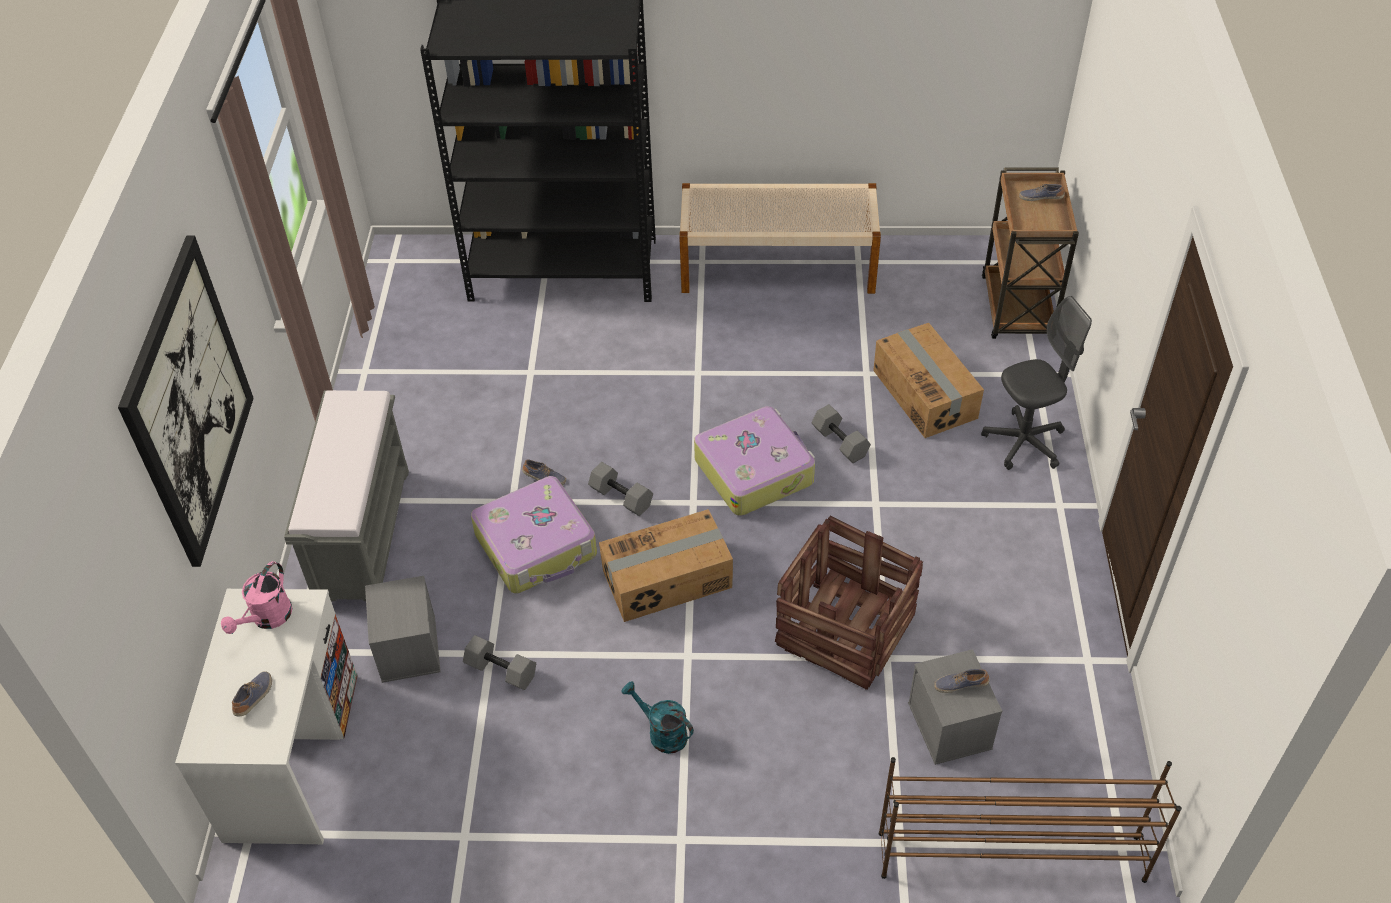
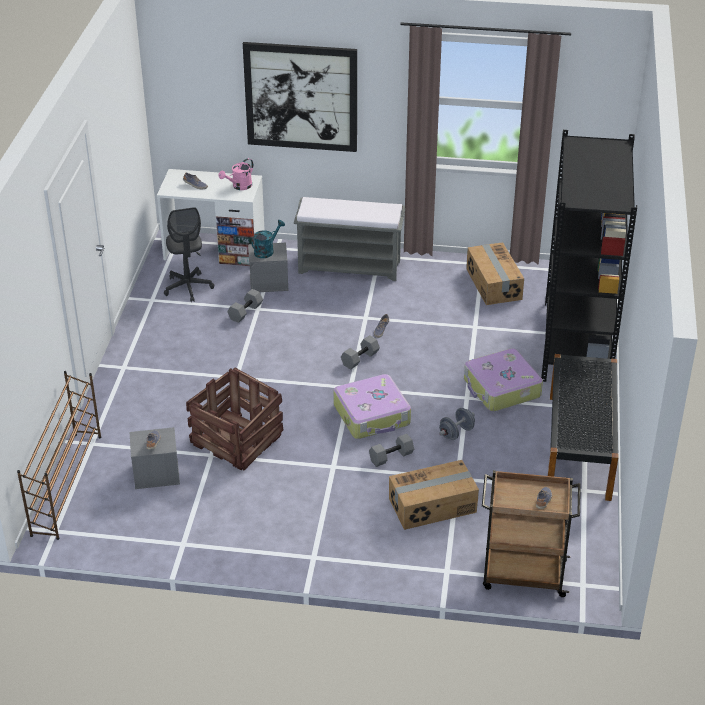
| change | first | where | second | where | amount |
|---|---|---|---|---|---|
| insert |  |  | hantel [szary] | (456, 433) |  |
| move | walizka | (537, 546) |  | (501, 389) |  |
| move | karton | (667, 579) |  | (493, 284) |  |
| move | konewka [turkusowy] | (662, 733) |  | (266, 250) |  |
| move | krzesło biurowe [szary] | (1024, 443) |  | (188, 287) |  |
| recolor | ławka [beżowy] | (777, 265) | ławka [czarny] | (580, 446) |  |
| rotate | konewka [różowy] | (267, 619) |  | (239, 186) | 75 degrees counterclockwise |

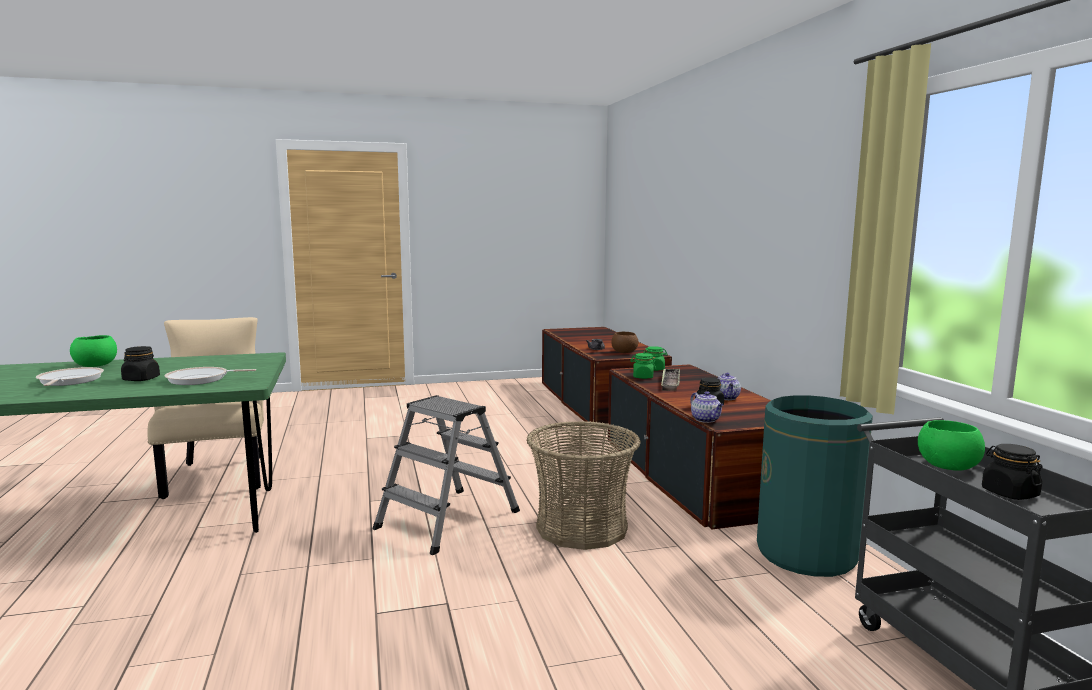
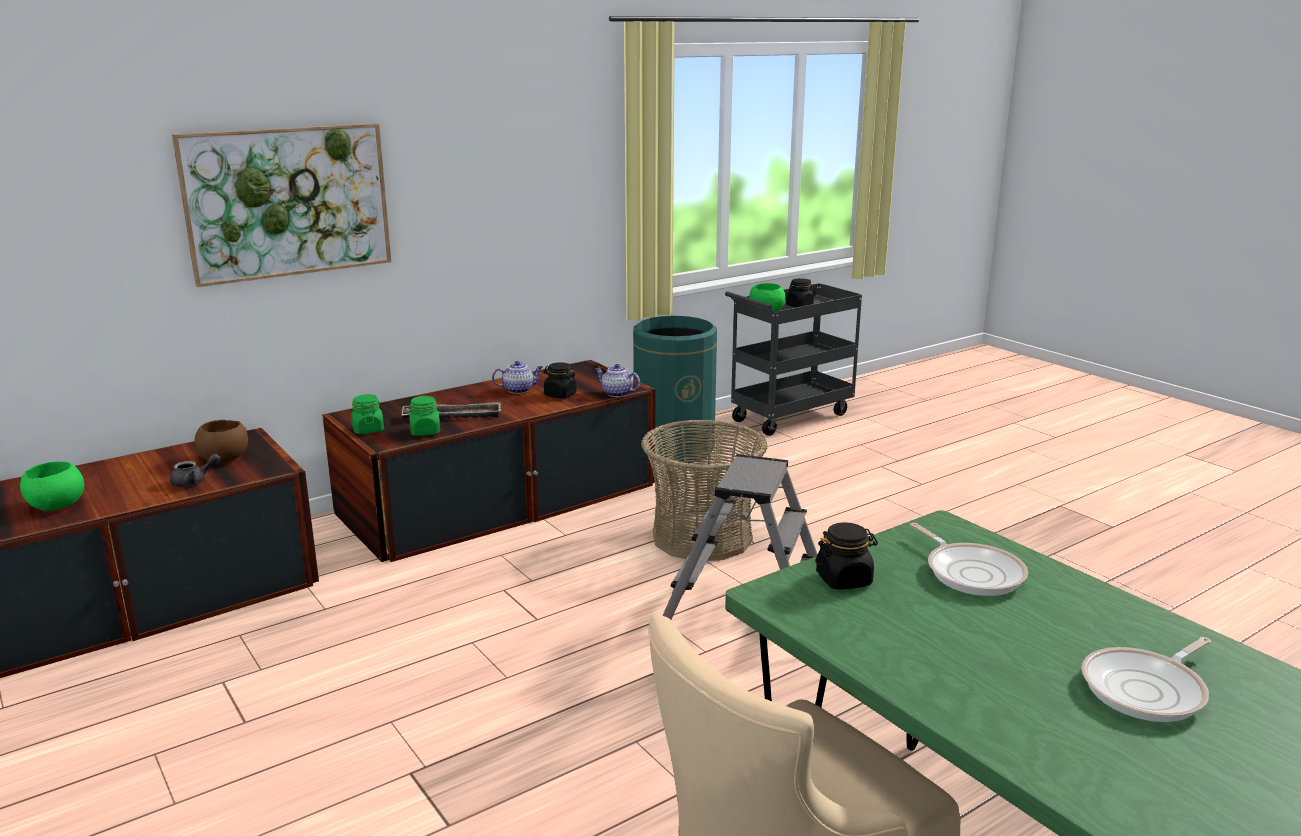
| change | first | where | second | where | amount |
|---|---|---|---|---|---|
| insert |  |  | obraz | (288, 202) |  |
| move | miska [zielony] | (96, 365) |  | (56, 505) |  |
| move | słoik [czarny] | (141, 379) |  | (844, 579) |  |
| rotate | imbryk | (706, 420) |  | (616, 393) | 105 degrees counterclockwise |

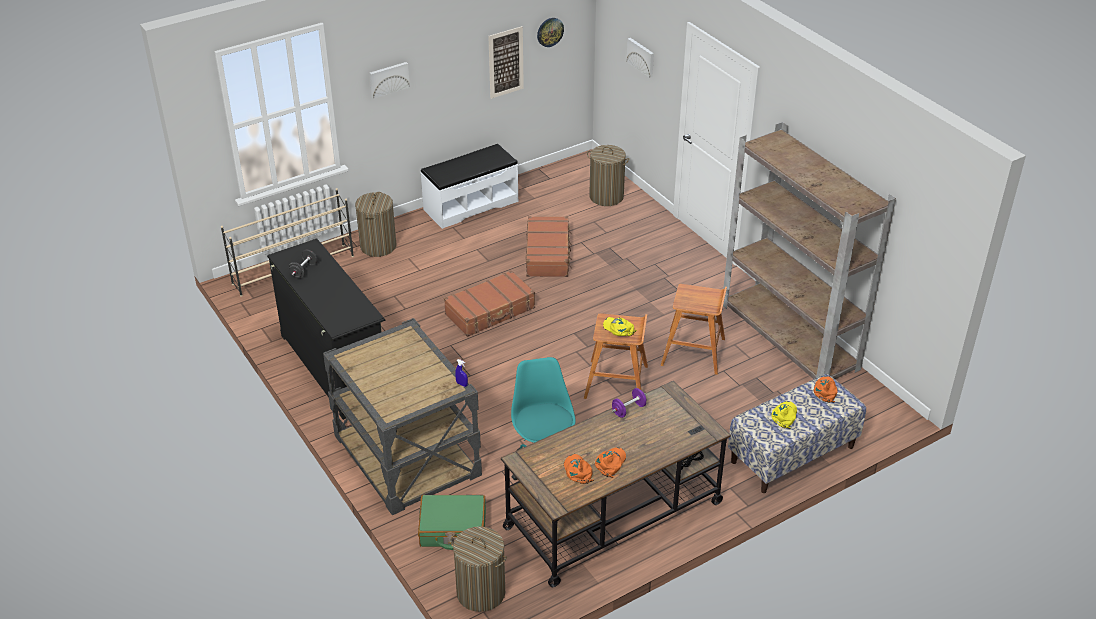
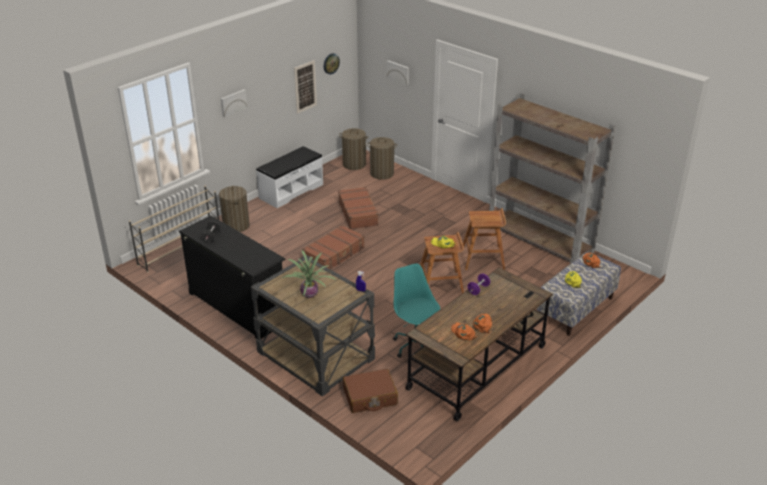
| change | first | where | second | where | amount |
|---|---|---|---|---|---|
| insert |  |  | roślina doniczkowa | (309, 295) |  |
| move | kosz na pranie | (480, 592) |  | (354, 164) |  |
| recolor | walizka [zielony] | (453, 529) | walizka [brązowy] | (370, 397) |  |

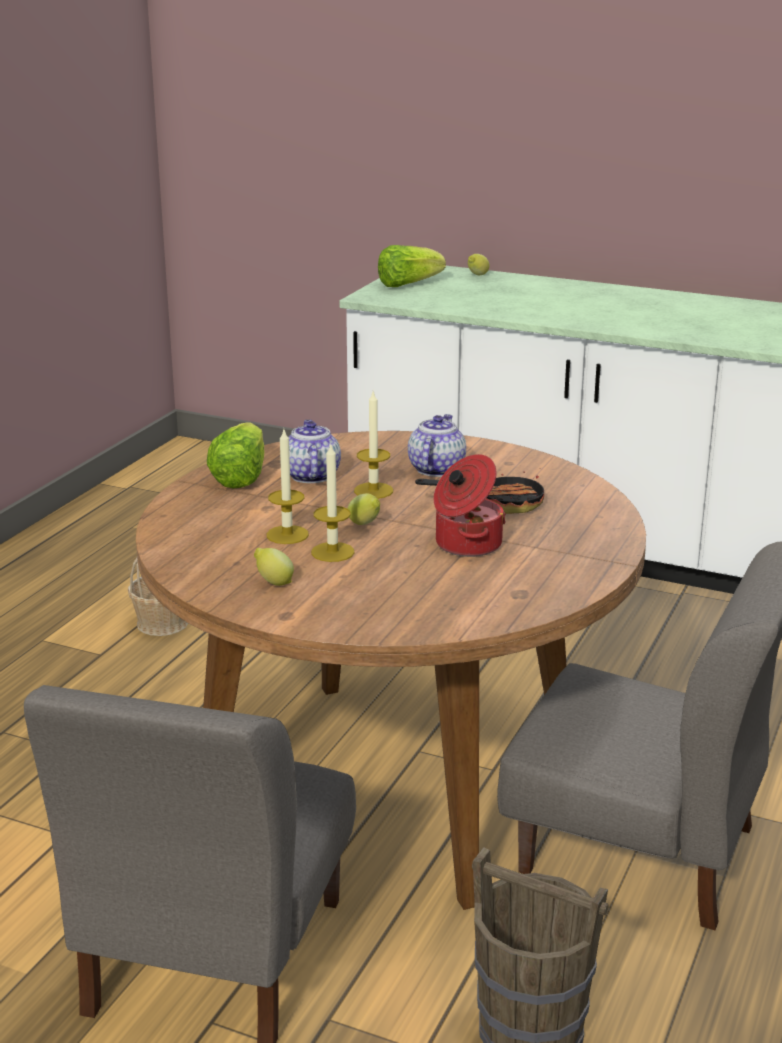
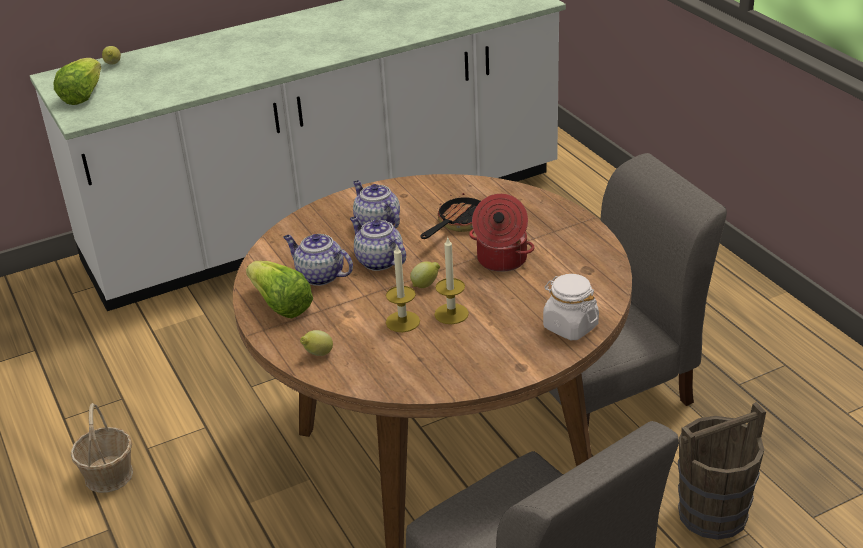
| change | first | where | second | where | amount |
|---|---|---|---|---|---|
| insert |  |  | słoik [biały] | (570, 326) |  |
| move | cytryna | (273, 582) |  | (318, 354) |  |
| replace | świeca | (373, 490) | imbryk | (378, 261) |  |

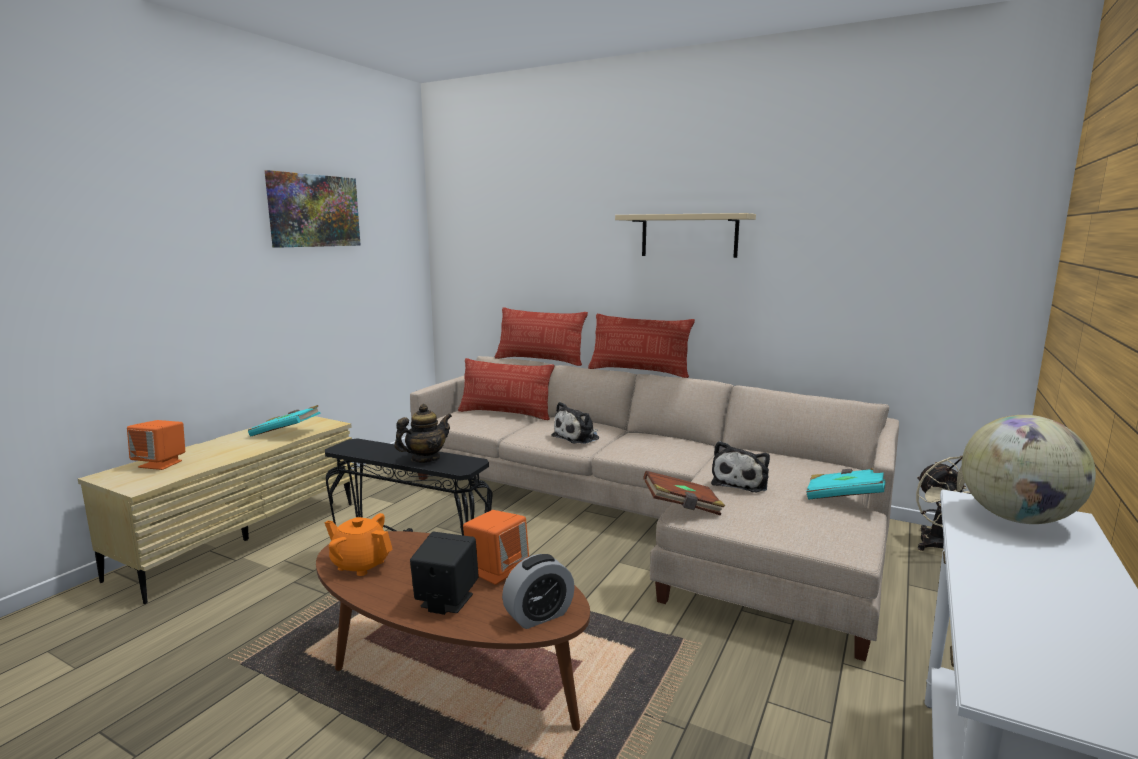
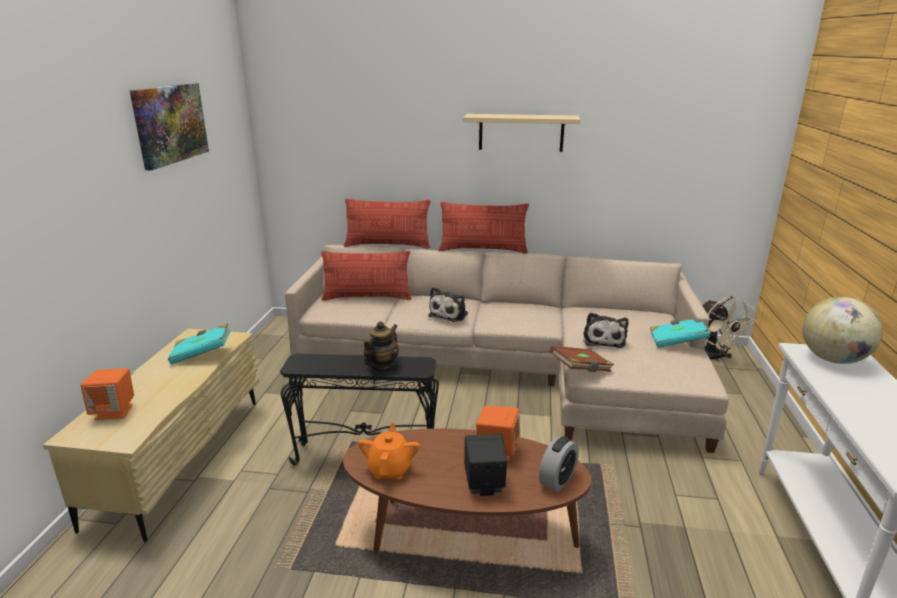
| change | first | where | second | where | amount |
|---|---|---|---|---|---|
| rotate | imbryk [pomarańczowy] | (360, 564) |  | (390, 469) | 90 degrees clockwise |

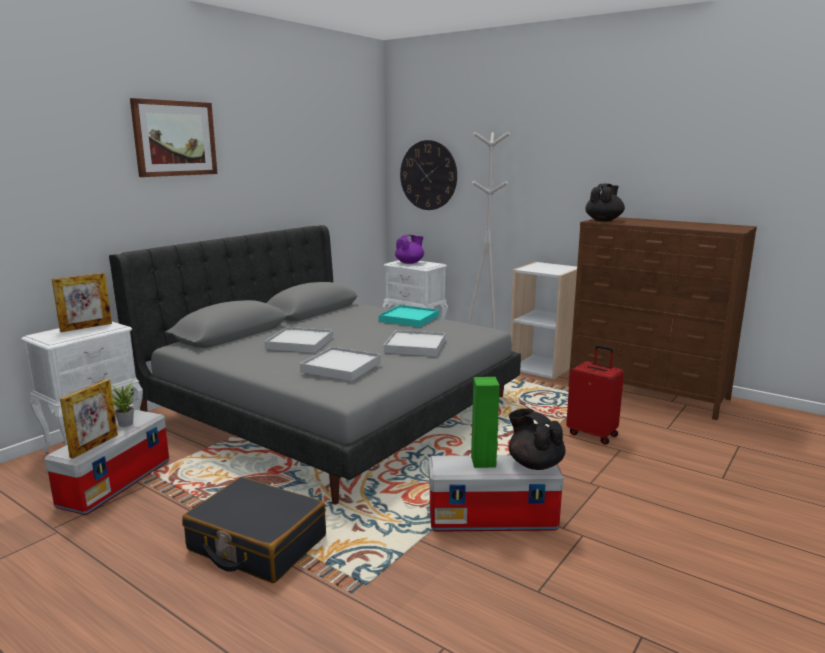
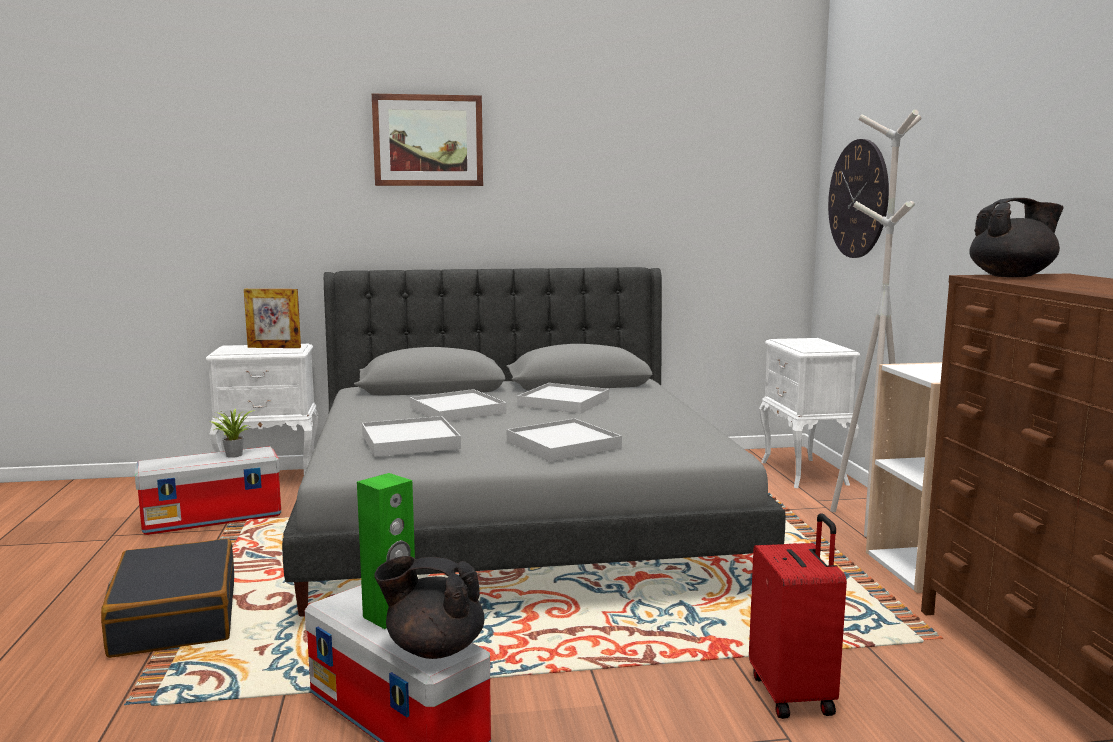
| change | first | where | second | where | amount |
|---|---|---|---|---|---|
| delete | ramka na zdjęcie | (94, 446) |  |  |  |
| delete | taca [turkusowy] | (409, 319) |  |  |  |
| delete | imbryk [fioletowy] | (410, 263) |  |  |  |
| insert |  |  | taca [biały] | (563, 402) |  |
| rotate | imbryk [czarny] | (534, 464) |  | (433, 648) | 90 degrees counterclockwise |

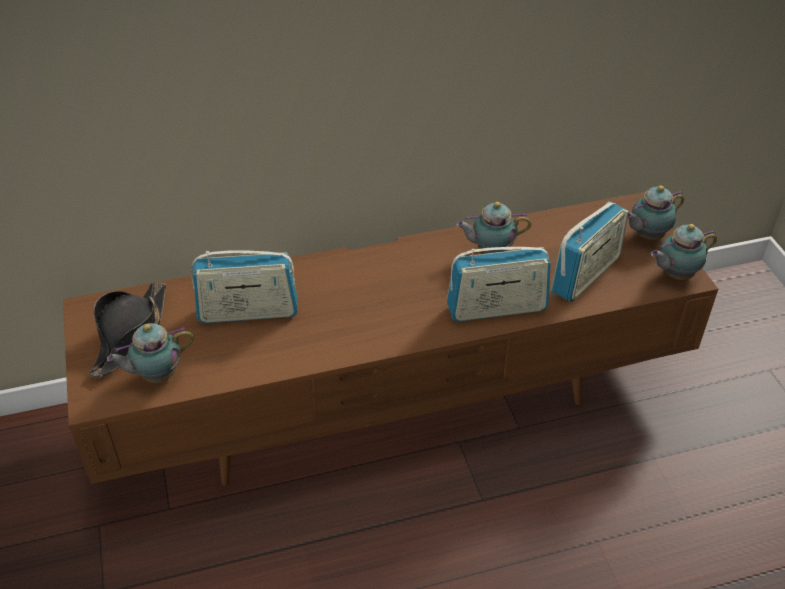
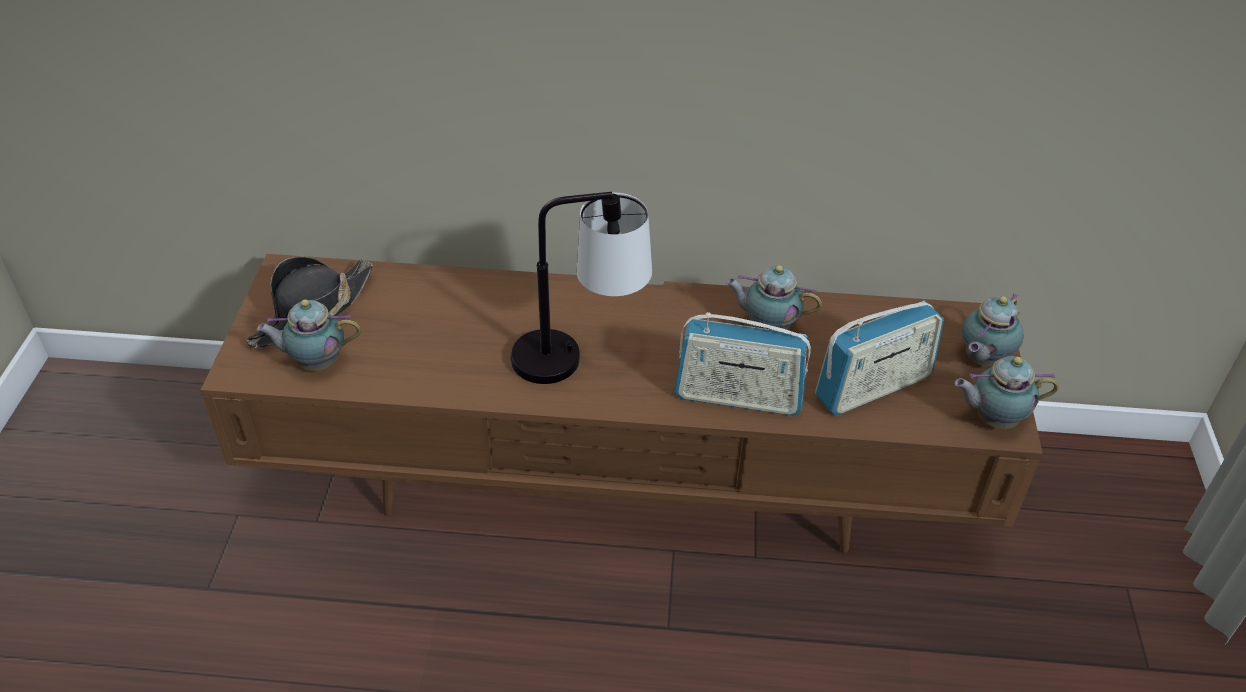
| change | first | where | second | where | amount |
|---|---|---|---|---|---|
| delete | radio | (248, 312) |  |  |  |
| insert |  |  | lampa stołowa | (579, 357) |  |
| rotate | imbryk | (647, 235) |  | (981, 360) | 45 degrees counterclockwise |

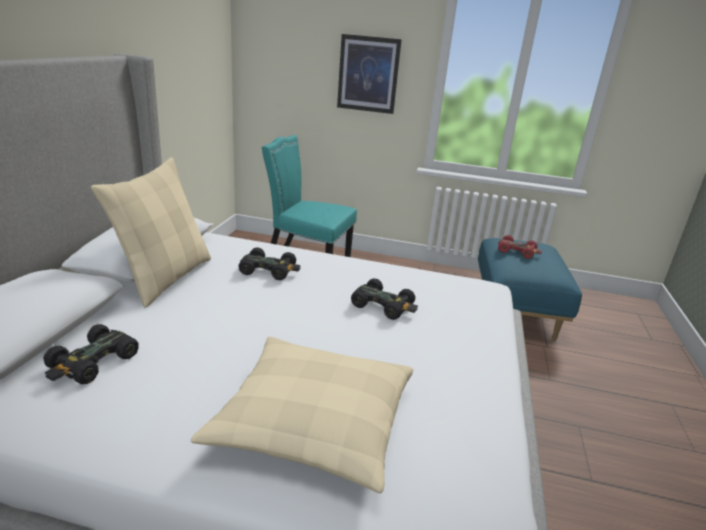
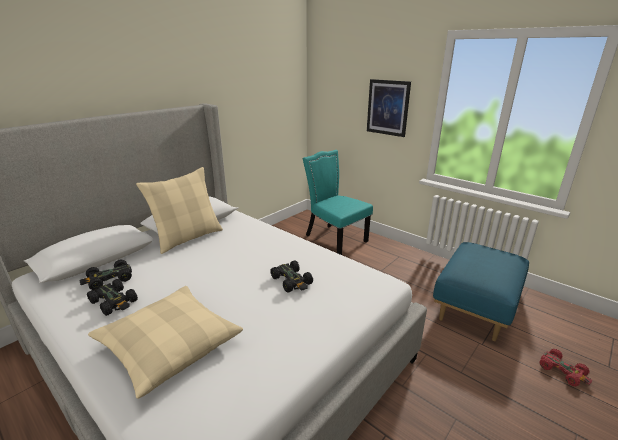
| change | first | where | second | where | amount |
|---|---|---|---|---|---|
| move | samochodzik [czarny] | (269, 270) |  | (114, 302) |  |
| move | samochodzik [czerwony] | (517, 252) |  | (563, 371) |  |

